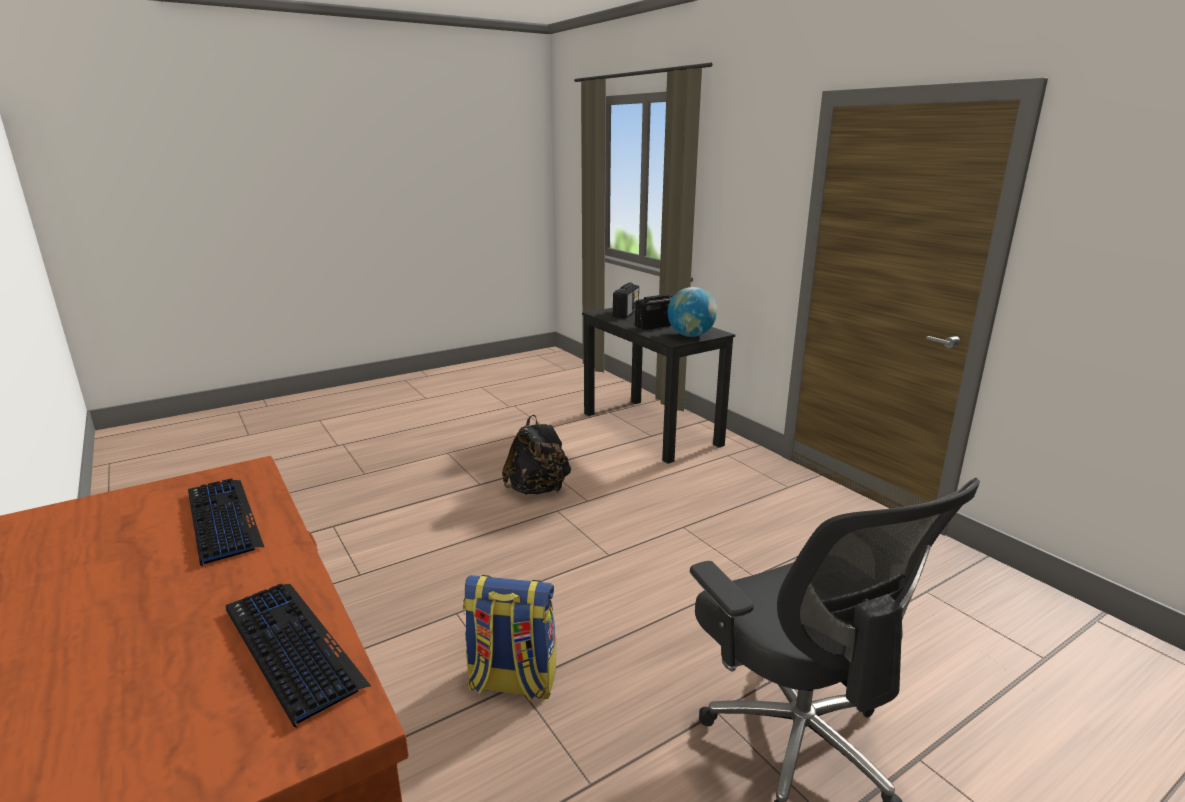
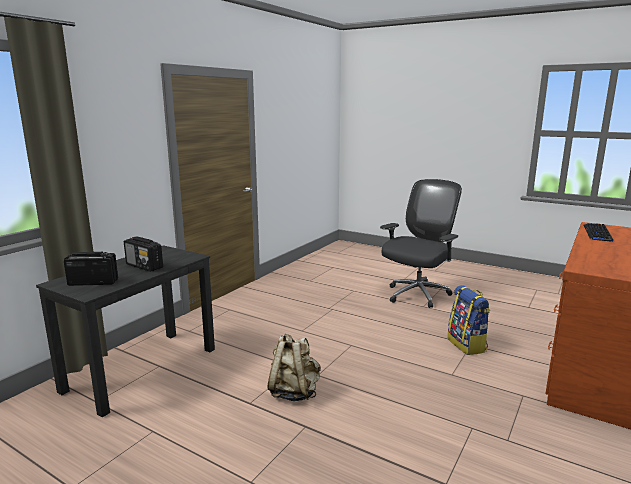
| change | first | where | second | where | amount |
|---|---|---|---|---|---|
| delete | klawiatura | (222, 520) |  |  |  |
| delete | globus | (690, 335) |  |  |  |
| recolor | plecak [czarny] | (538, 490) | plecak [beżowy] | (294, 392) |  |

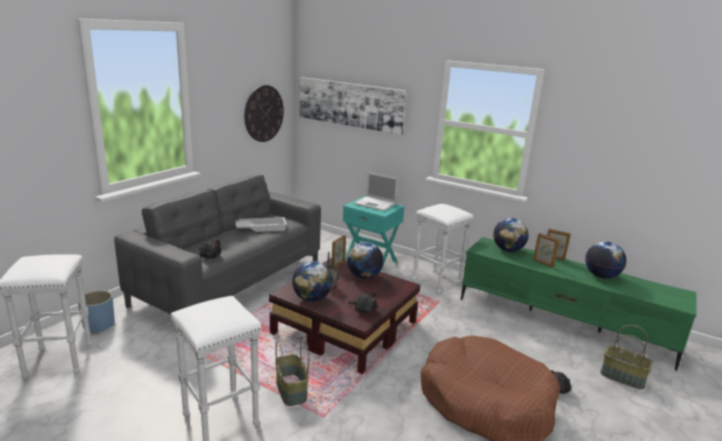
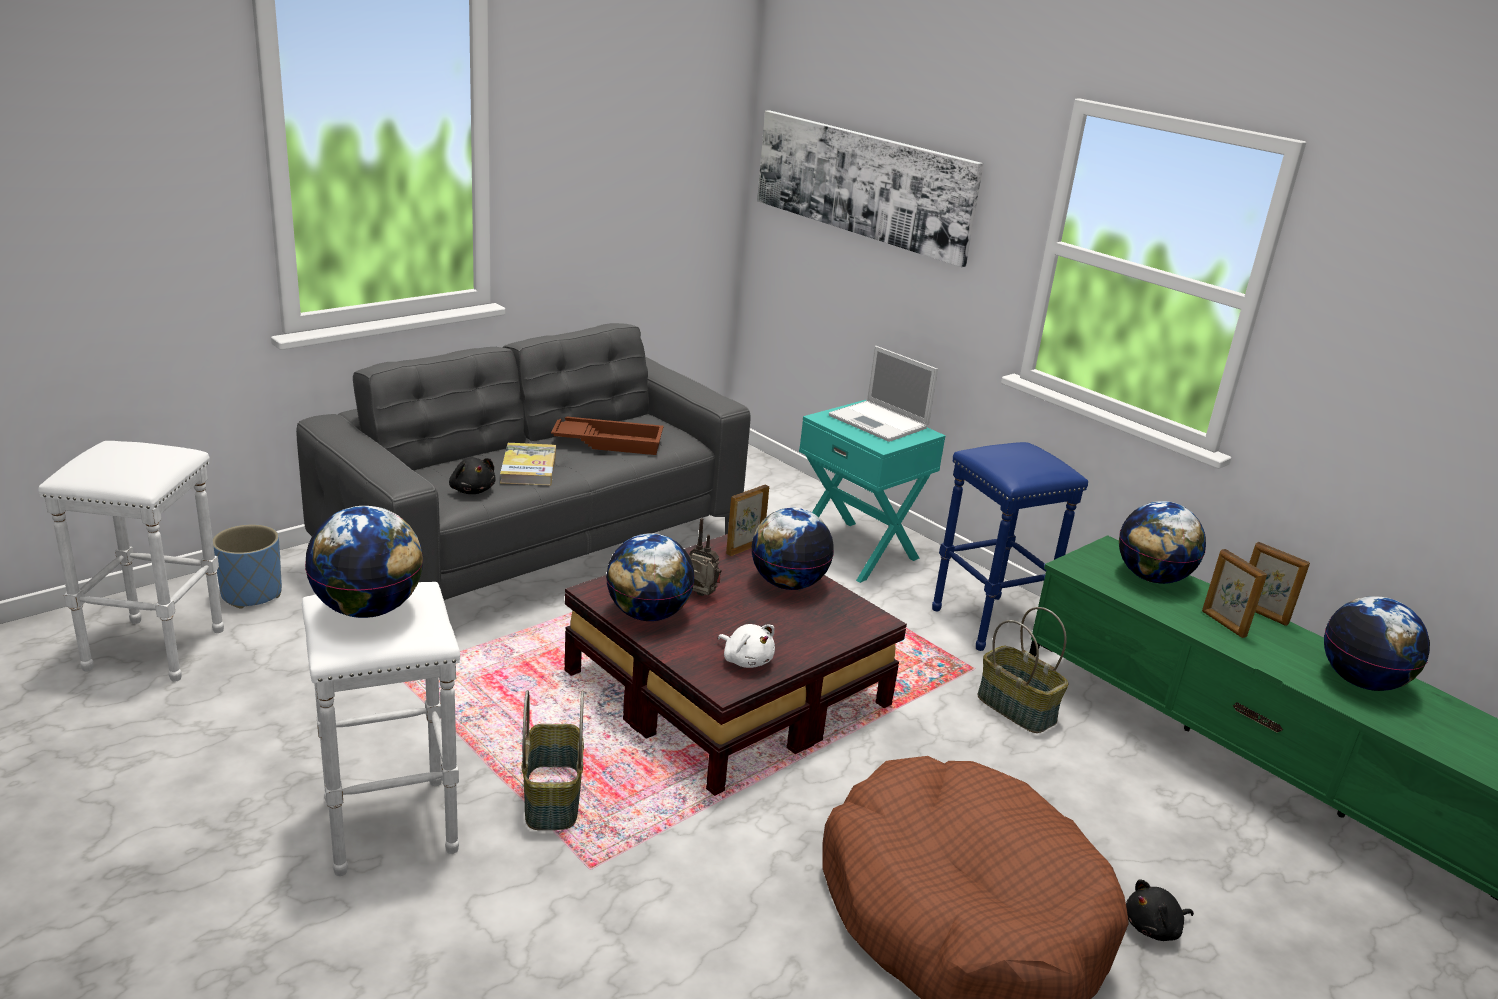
| change | first | where | second | where | amount |
|---|---|---|---|---|---|
| delete | zegar ścienny | (264, 113) |  |  |  |
| insert |  |  | globus | (368, 609) |  |
| insert |  |  | książka | (529, 468) |  |
| move | koszyk | (623, 377) |  | (1017, 708) |  |
| recolor | taca [biały] | (261, 227) | taca [brązowy] | (609, 441) |  |
| recolor | pluszak [czarny] | (364, 310) | pluszak [biały] | (746, 660) |  |
| recolor | stołek [biały] | (435, 281) | stołek [niebieski] | (985, 621) |  |

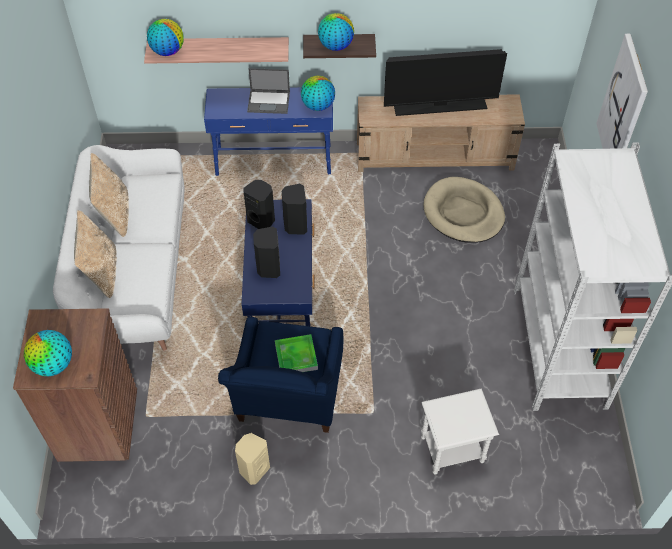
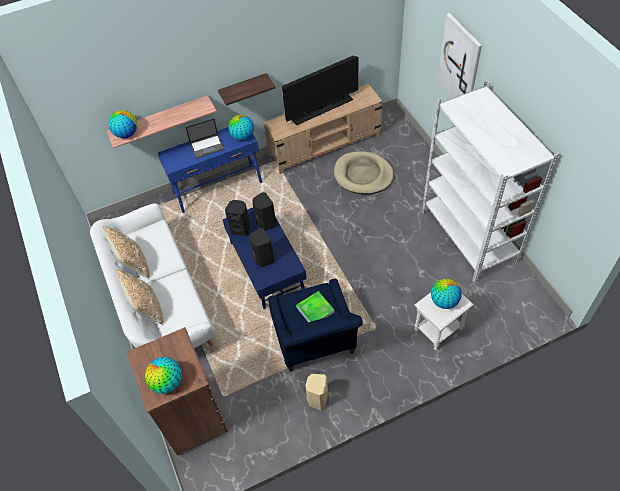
| change | first | where | second | where | amount |
|---|---|---|---|---|---|
| move | globus | (335, 46) |  | (444, 301) |  |

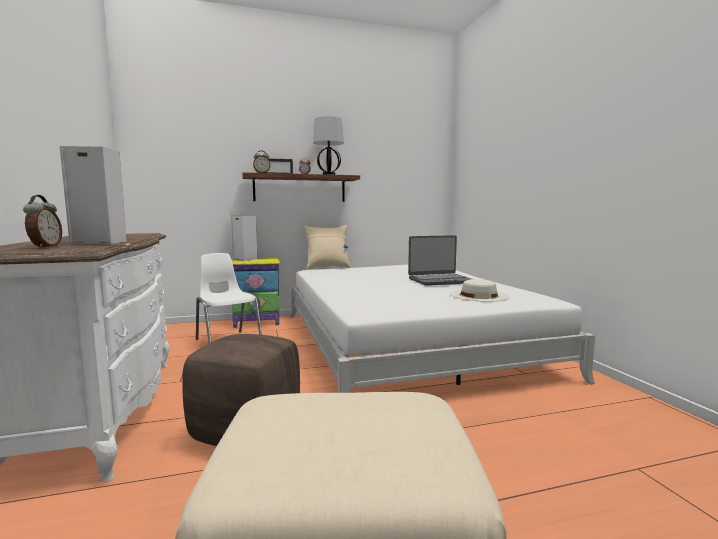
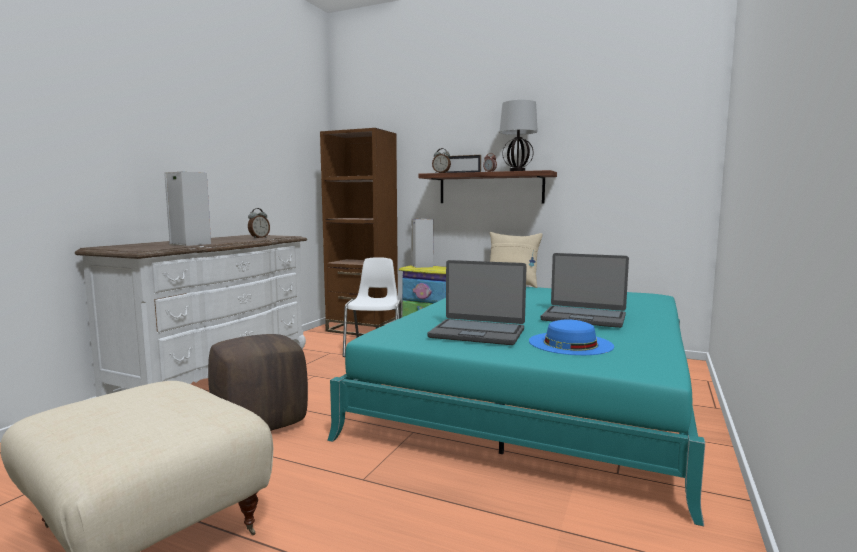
| change | first | where | second | where | amount |
|---|---|---|---|---|---|
| insert |  |  | regał [brązowy] | (362, 329) |  |
| insert |  |  | laptop | (477, 333) |  |
| move | budzik | (45, 247) |  | (259, 238) |  |
| recolor | łóżko [biały] | (405, 342) | łóżko [turkusowy] | (538, 392) |  |
| recolor | kapelusz [biały] | (479, 295) | kapelusz [niebieski] | (570, 343) |  |

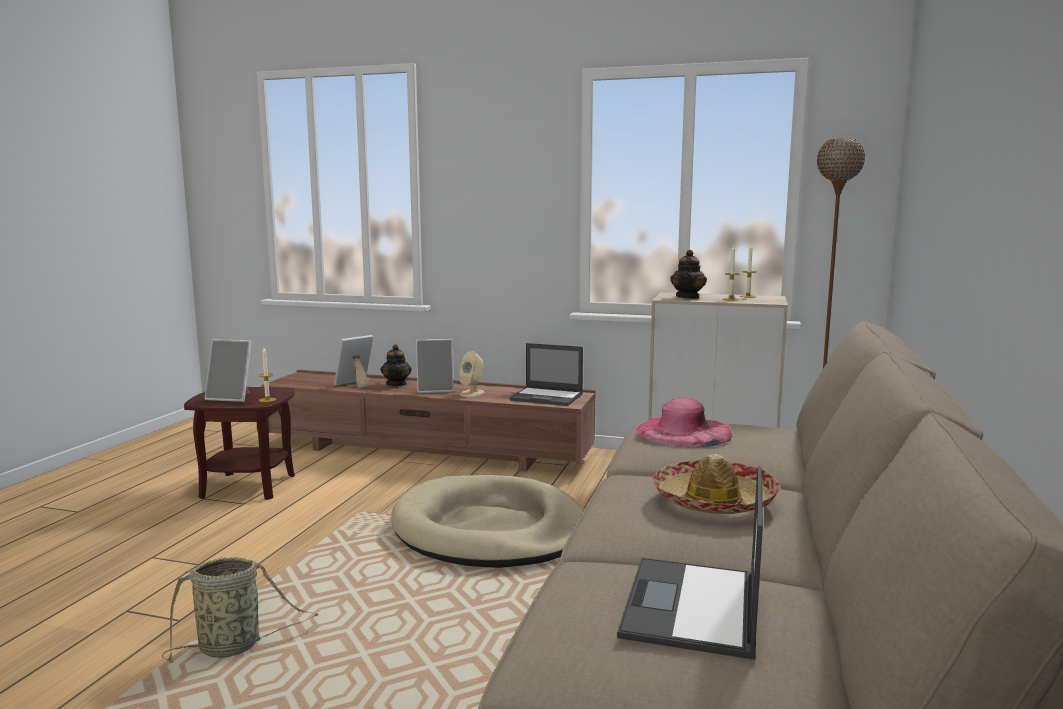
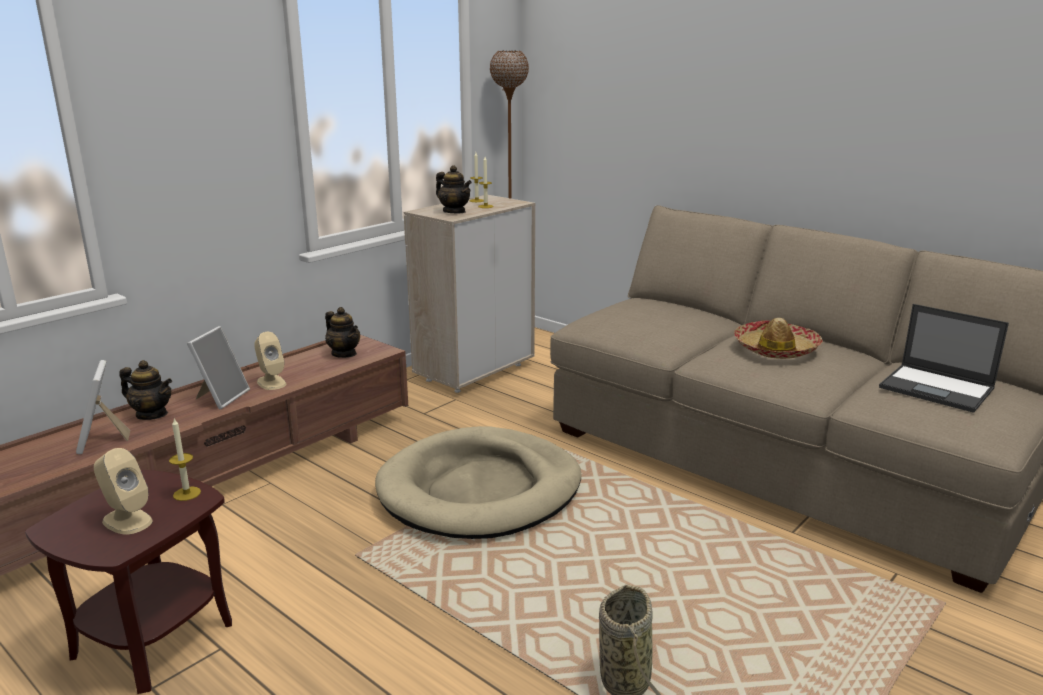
| change | first | where | second | where | amount |
|---|---|---|---|---|---|
| delete | kapelusz [różowy] | (683, 432) |  |  |  |
| replace | ramka na zdjęcie | (232, 397) | głośnik [beżowy] | (127, 521) |  |
| replace | laptop | (547, 397) | imbryk | (344, 354) |  |

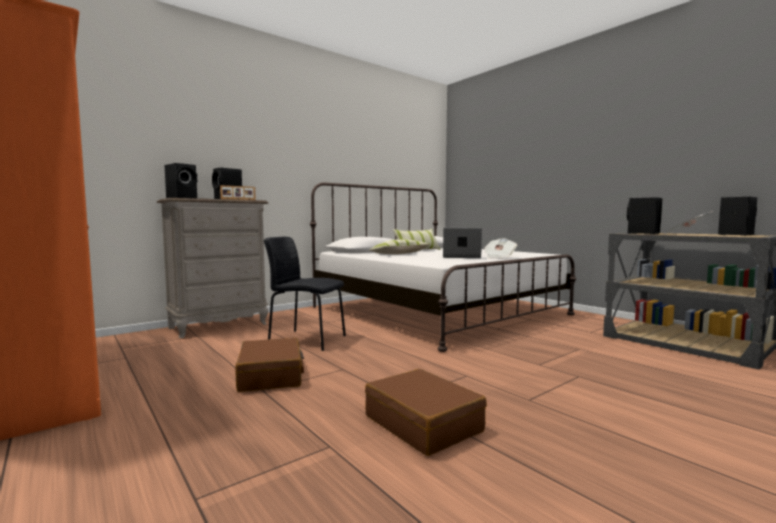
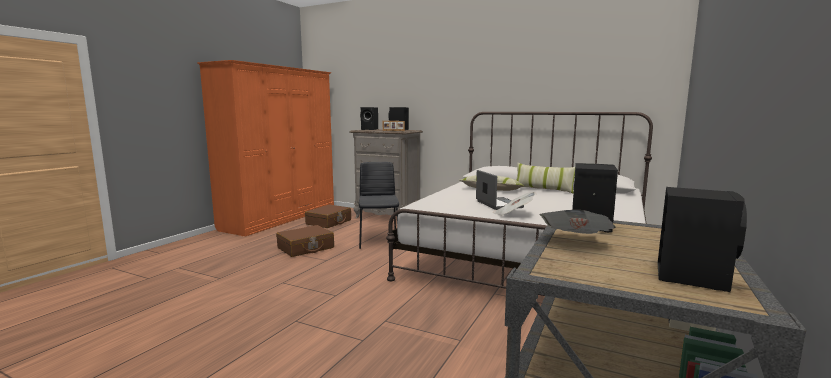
| change | first | where | second | where | amount |
|---|---|---|---|---|---|
| move | walizka [brązowy] | (423, 423) |  | (329, 222) |  |

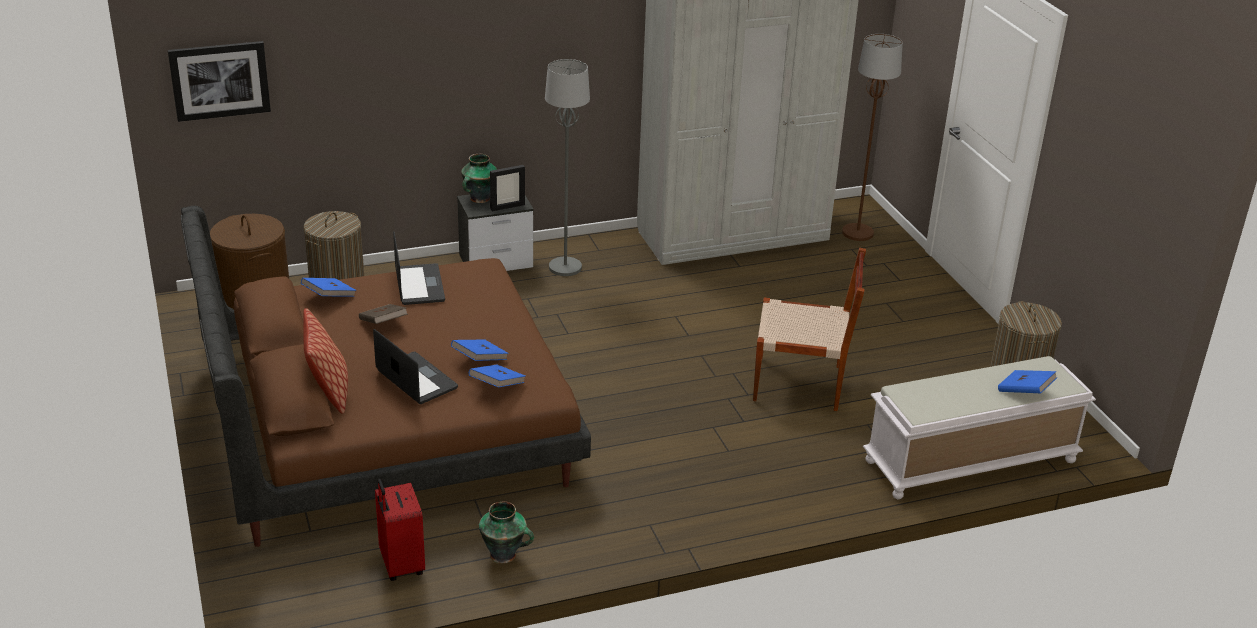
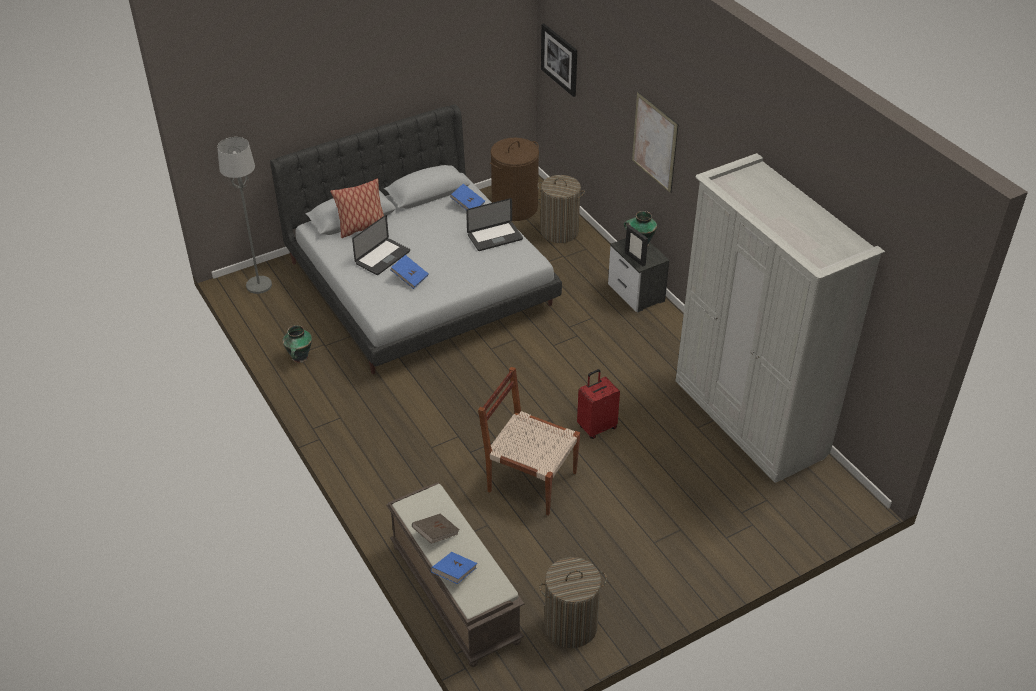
| change | first | where | second | where | amount |
|---|---|---|---|---|---|
| delete | książka [niebieski] | (497, 386) |  |  |  |
| delete | lampa stojąca [brązowy] | (857, 233) |  |  |  |
| insert |  |  | obraz | (654, 142) |  |
| move | książka [brązowy] | (383, 324) |  | (436, 534) |  |
| move | walizka [czerwony] | (400, 565) |  | (596, 427) |  |
| move | lampa stojąca [szary] | (564, 267) |  | (259, 285) |  |
| recolor | łóżko [brązowy] | (386, 422) | łóżko [szary] | (420, 284) |  |
| recolor | ławka [biały] | (970, 462) | ławka [brązowy] | (453, 593) |  |
| rotate | krzesło | (801, 384) |  | (530, 481) | 120 degrees clockwise |

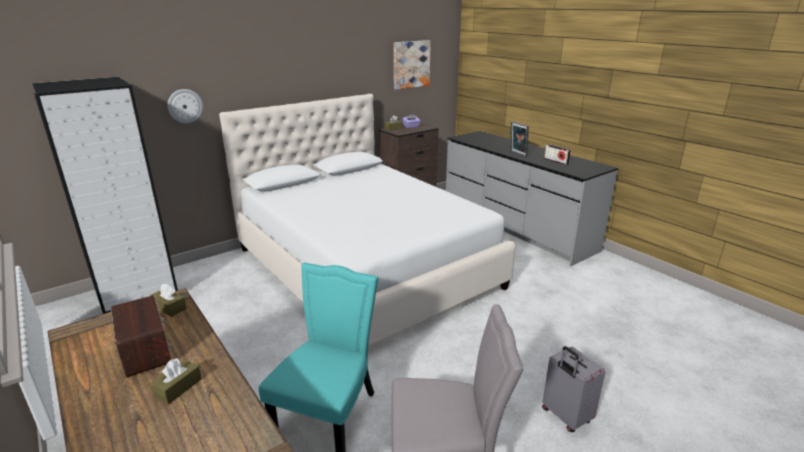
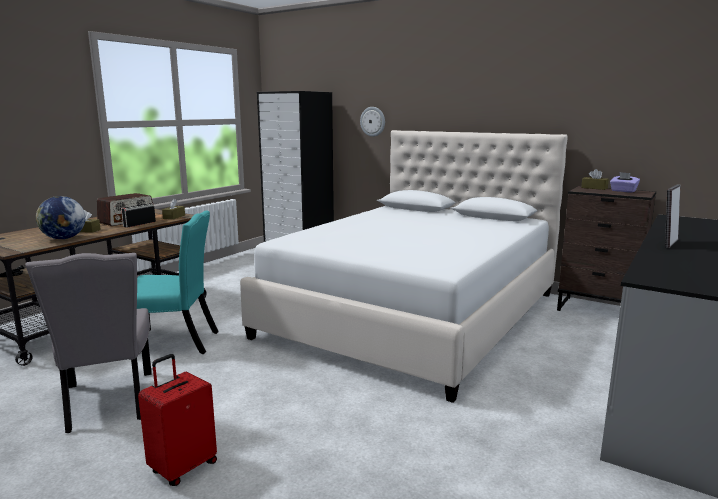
| change | first | where | second | where | amount |
|---|---|---|---|---|---|
| delete | obraz | (411, 64) |  |  |  |
| insert |  |  | globus | (63, 238) |  |
| move | radio | (556, 161) |  | (139, 224) |  |
| recolor | walizka [szary] | (565, 416) | walizka [czerwony] | (183, 467) |  |

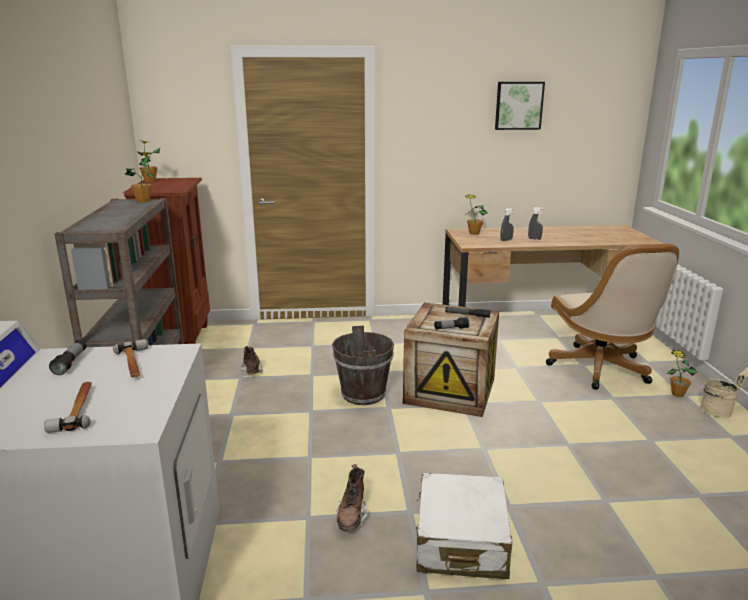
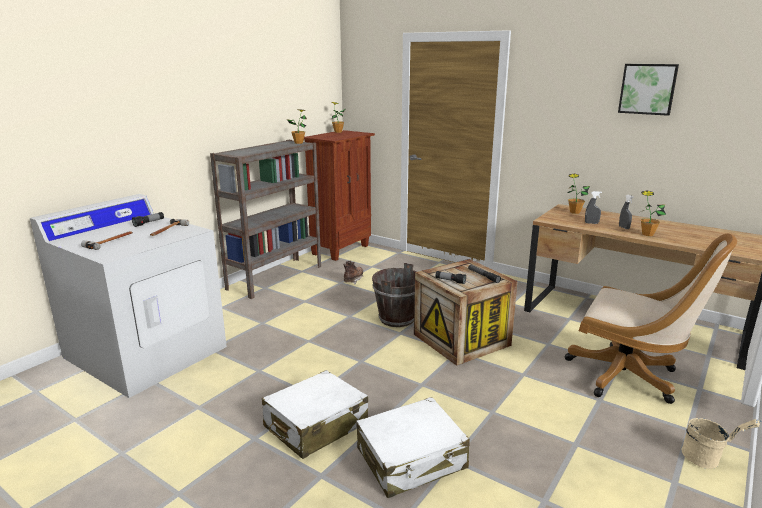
| change | first | where | second | where | amount |
|---|---|---|---|---|---|
| delete | but z cholewką [brązowy] | (351, 517) |  |  |  |
| insert |  |  | walizka [biały] | (411, 459) |  |
| move | roślina doniczkowa | (677, 394) |  | (647, 234) |  |
| rotate | krzesło biurowe | (602, 371) |  | (631, 377) | 90 degrees counterclockwise |

